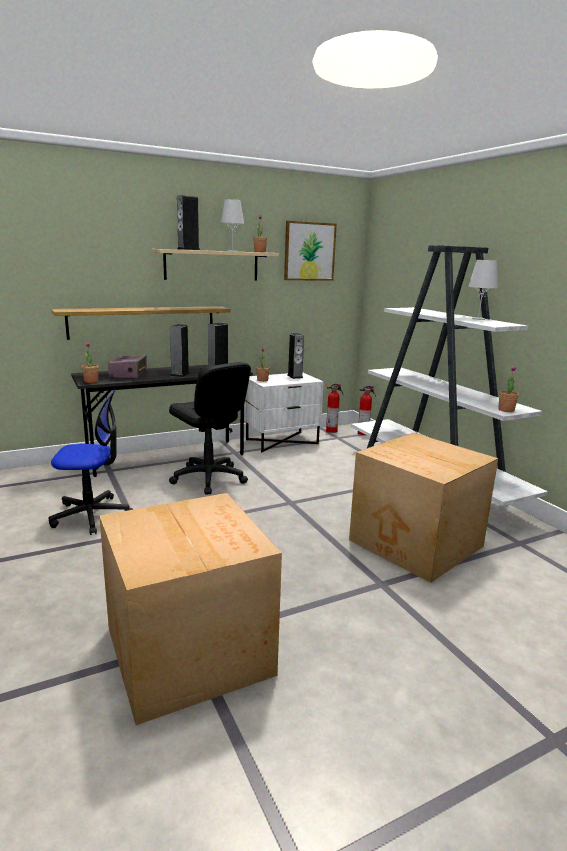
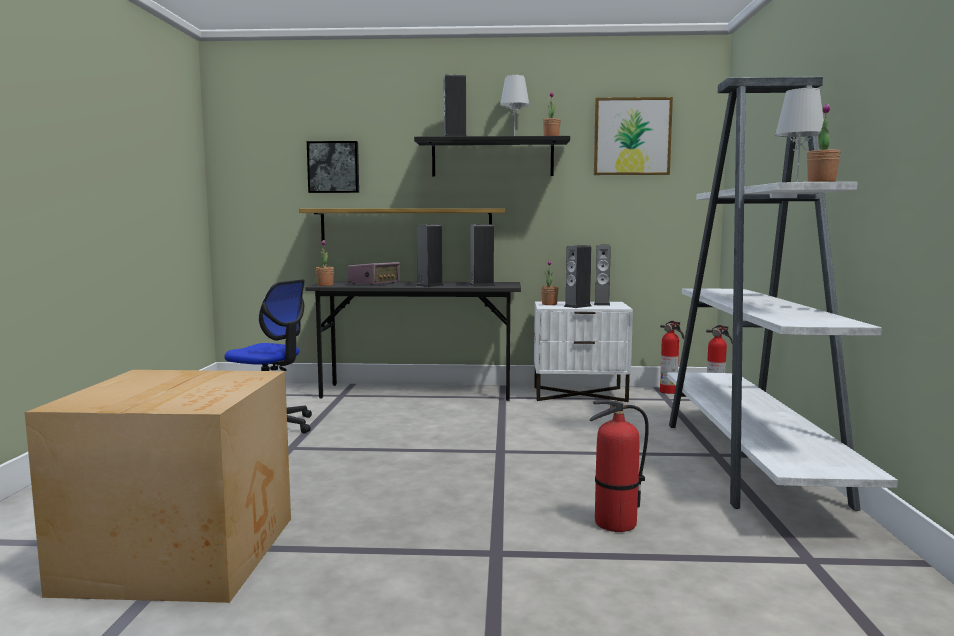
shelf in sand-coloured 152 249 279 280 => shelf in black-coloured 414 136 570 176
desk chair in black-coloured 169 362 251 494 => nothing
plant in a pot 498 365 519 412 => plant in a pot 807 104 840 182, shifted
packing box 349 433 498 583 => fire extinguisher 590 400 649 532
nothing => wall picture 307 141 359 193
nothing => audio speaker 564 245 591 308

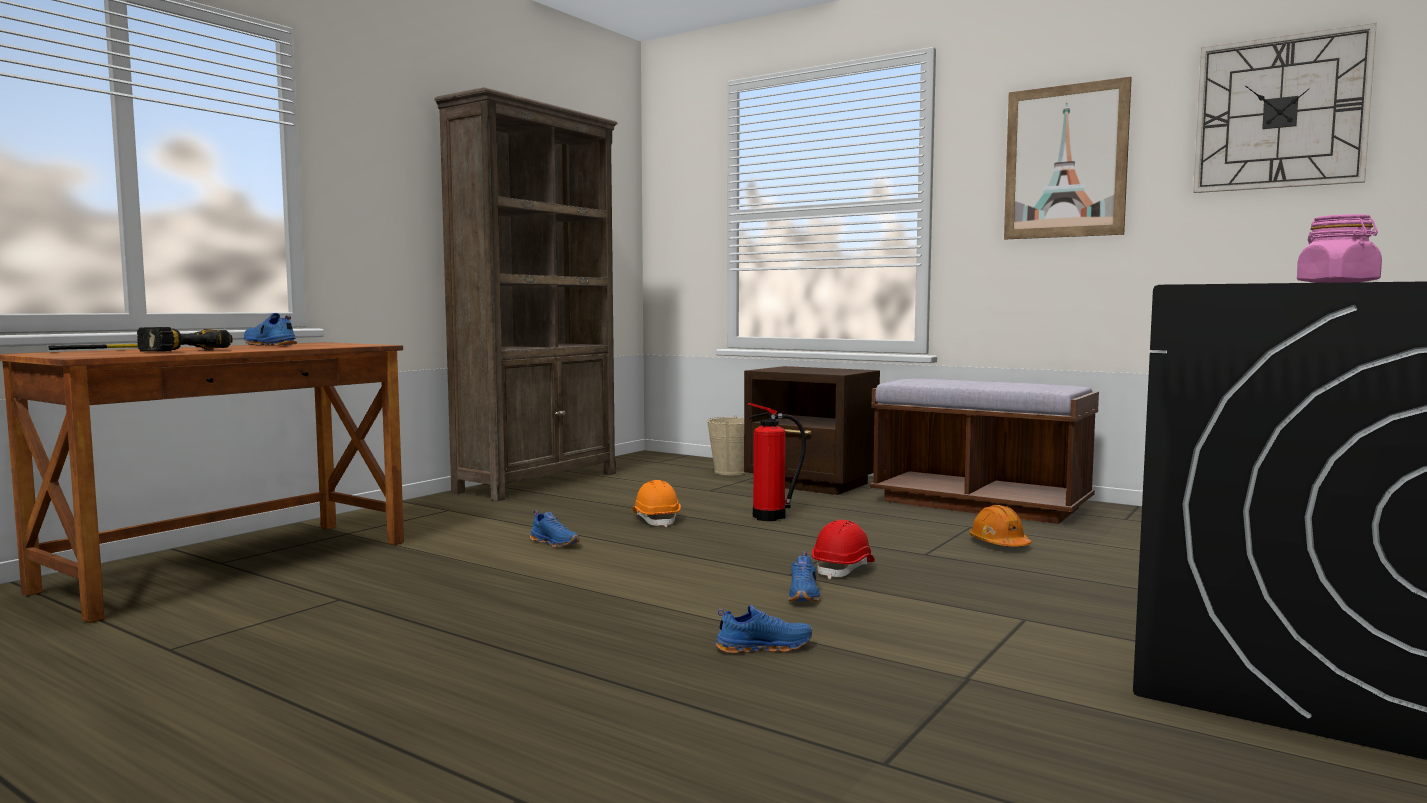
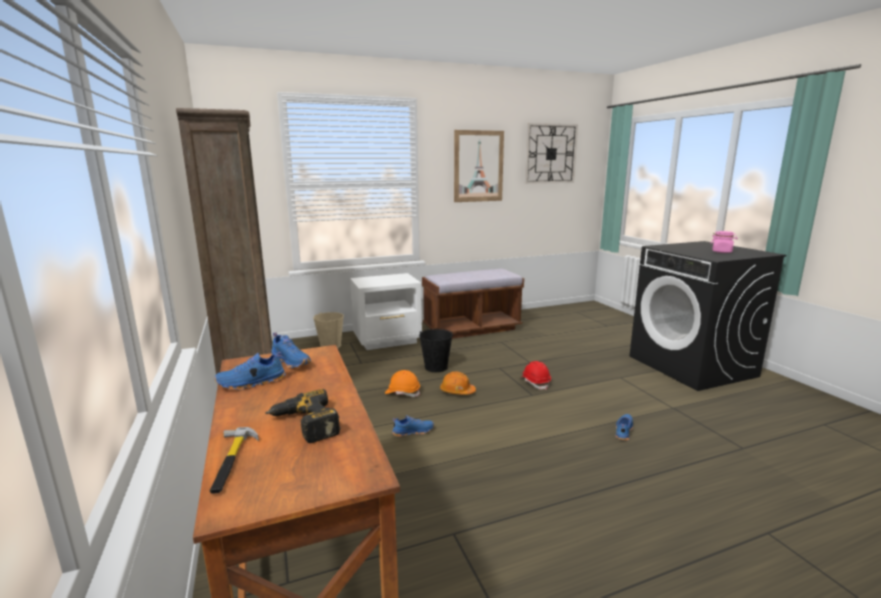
bedside table in brown 744 366 880 495 => bedside table in whitish 350 273 422 350
fire extinguisher 748 403 806 521 => bucket in black-coloured 419 328 453 372
safety helmet in orange 969 505 1032 546 => safety helmet in orange 440 371 476 395, shifted
shoe in bluish 788 552 820 602 => shoe in bluish 271 332 311 369, shifted

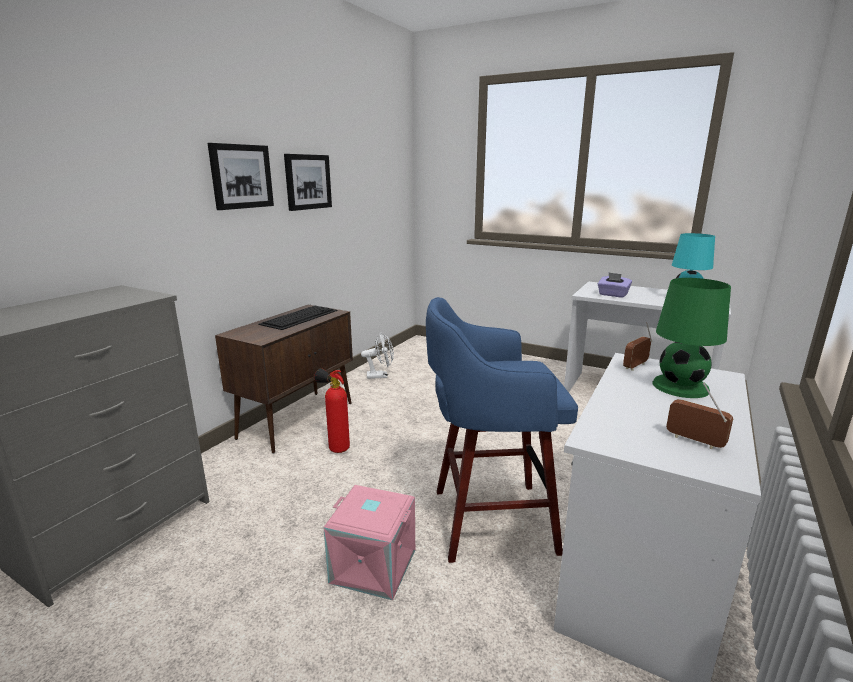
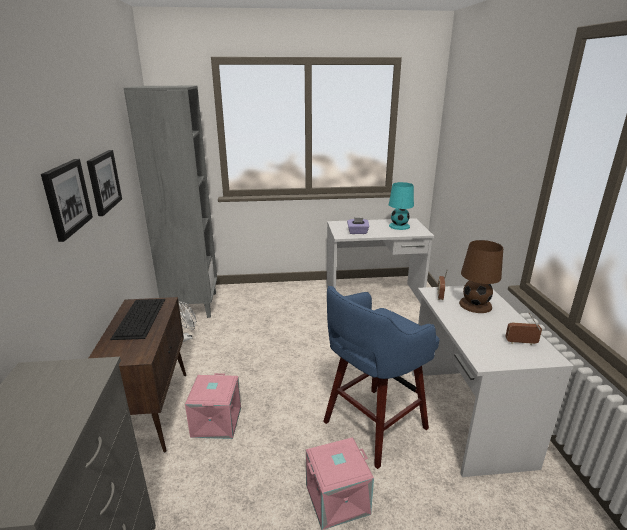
lamp for a table in green 652 278 731 398 => lamp for a table in brown 459 240 503 313
fire extinguisher 314 368 350 453 => storage box in pink-coloured 185 373 241 439
nothing => shelving unit in grey 124 86 217 318

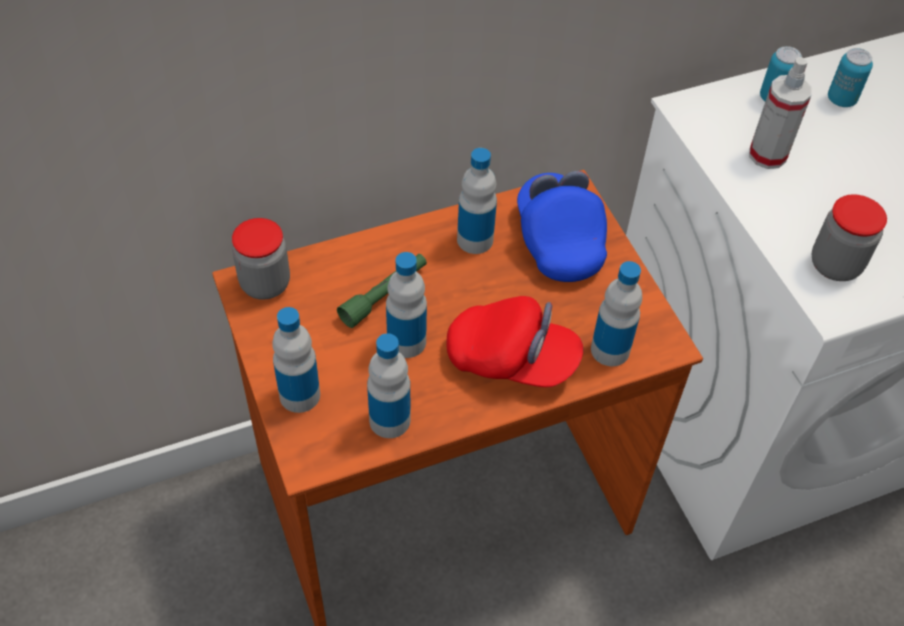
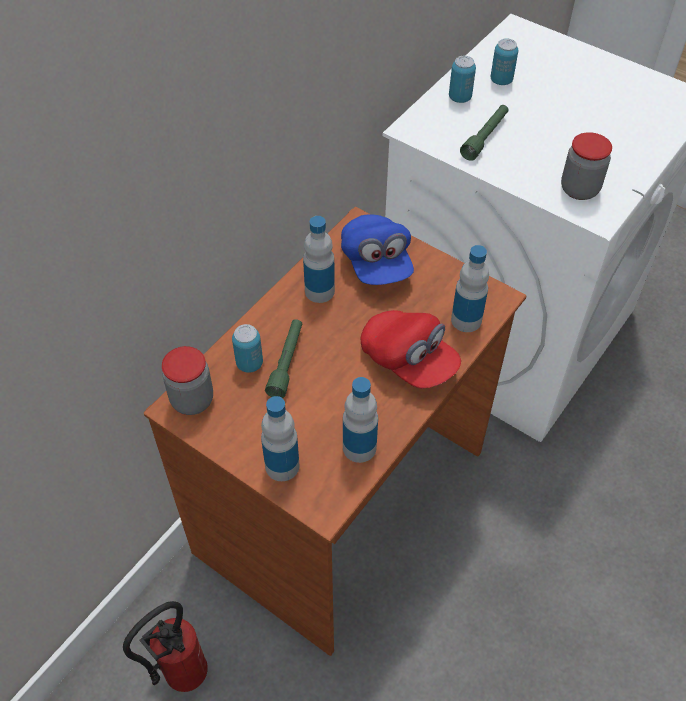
sprayer 749 57 812 169 => hand torch in green 460 105 509 161
baseball cap in bluish 517 171 607 282 => baseball cap in bluish 341 215 414 285, 150 degrees counterclockwise
drink bottle 386 252 427 358 => nothing
baseball cap in red-coloured 446 296 583 387 => baseball cap in red-coloured 361 310 461 388, 60 degrees clockwise
nothing => can 232 324 263 373
nothing => fire extinguisher 123 601 208 692

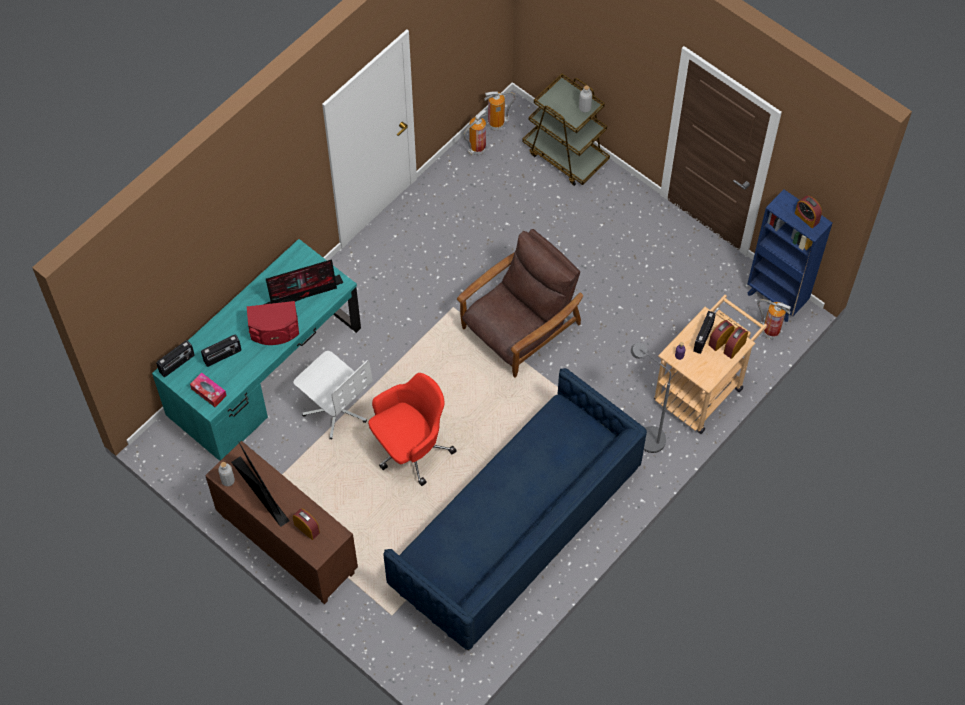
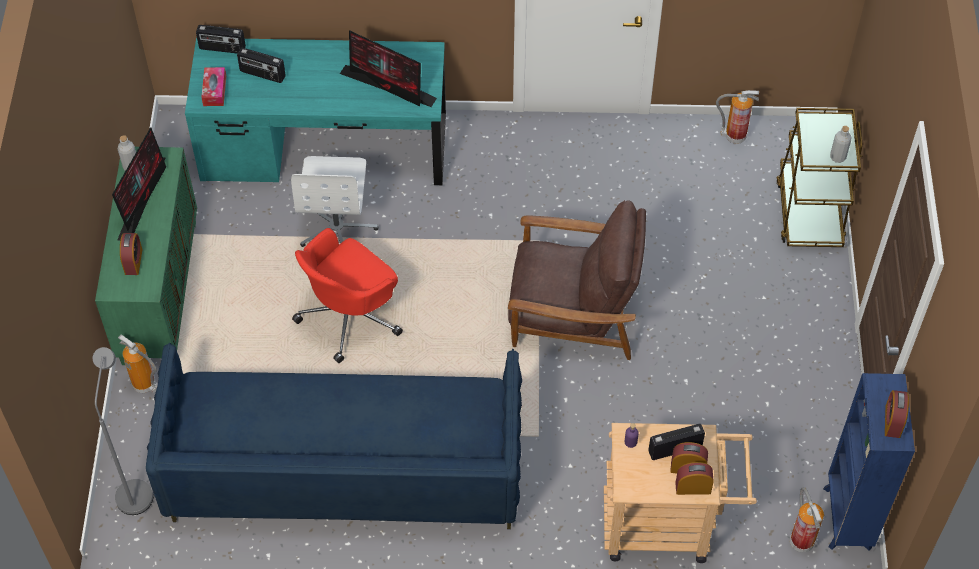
fire extinguisher 484 91 516 130 => fire extinguisher 118 335 158 393, shifted
audio speaker in red-coloured 247 301 299 345 => nothing
standard lamp in grey 631 342 671 453 => standard lamp in grey 93 347 153 515, shifted
desk chair in red-coloured 368 373 457 486 => desk chair in red-coloured 292 228 403 363, 120 degrees clockwise
cabinet in brown 205 441 358 605 => cabinet in green 95 147 197 365

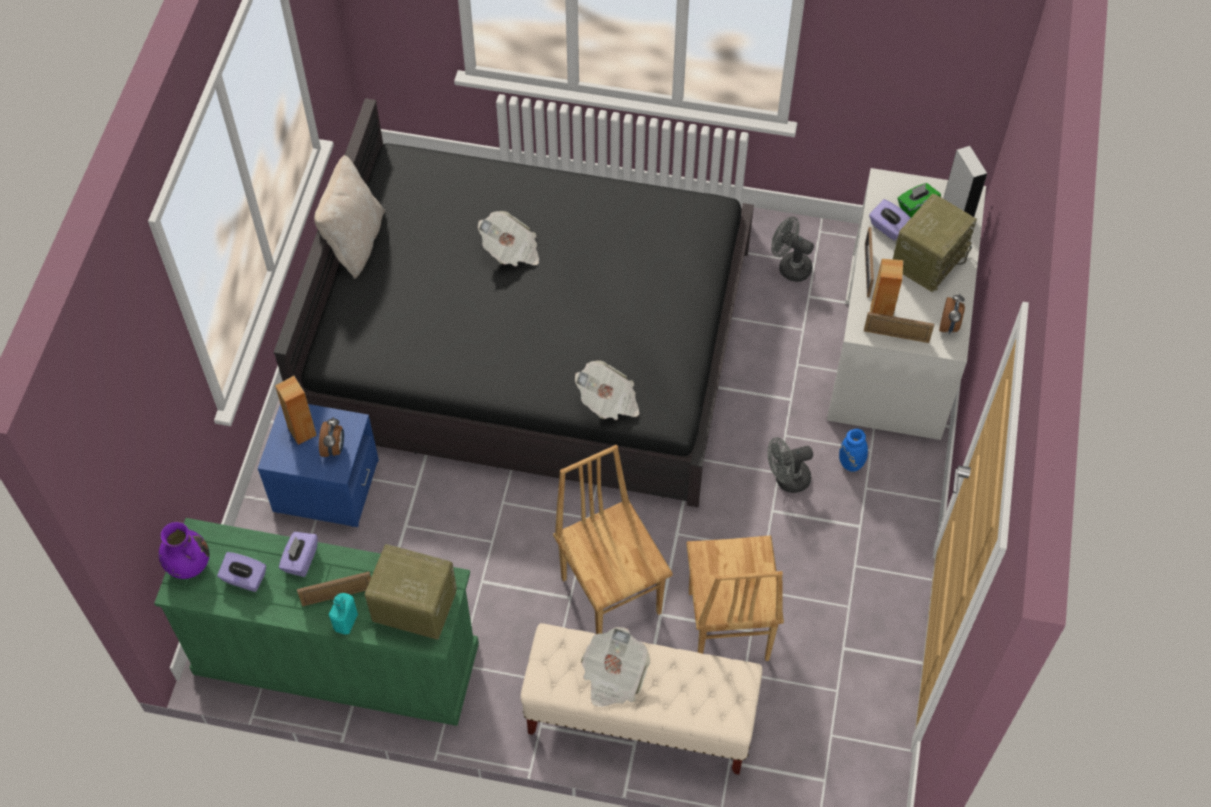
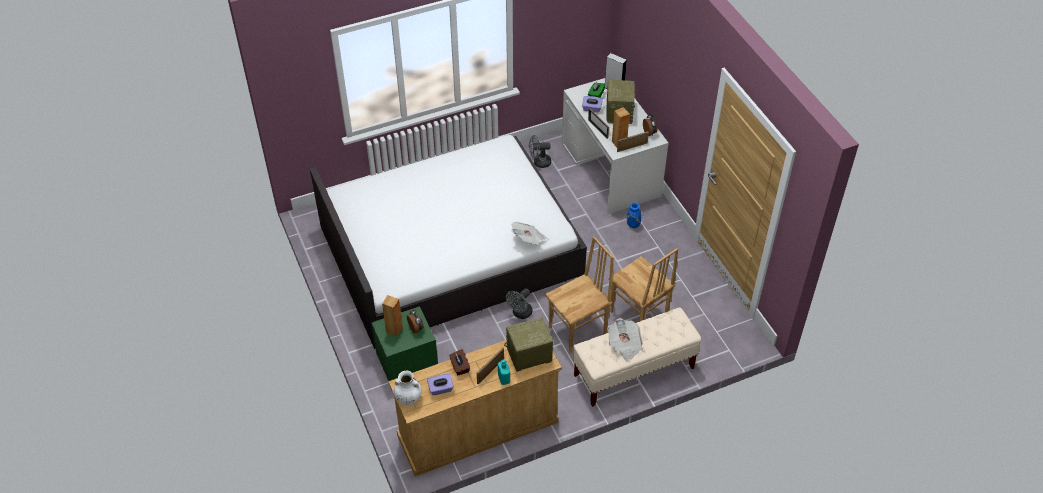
bedroom bed in black-coloured 273 98 754 507 => bedroom bed in whitish 310 135 587 349
throw pillow in sand-coloured 314 155 385 279 => nothing
printed paper 478 211 539 267 => nothing
bedside table in bluish 258 404 379 527 => bedside table in green 371 306 438 381
fan in grey 767 437 813 493 => fan in grey 506 288 532 319, shifted
plain chair in brown 553 445 673 634 => plain chair in brown 545 236 614 353, 120 degrees clockwise
chest of drawers in green 154 518 479 726 => chest of drawers in sand-coloured 388 340 562 477
vase in purple 158 522 209 579 => vase in whitish 394 371 422 405
tissue box in purple 279 532 318 577 => tissue box in brown 449 349 470 375

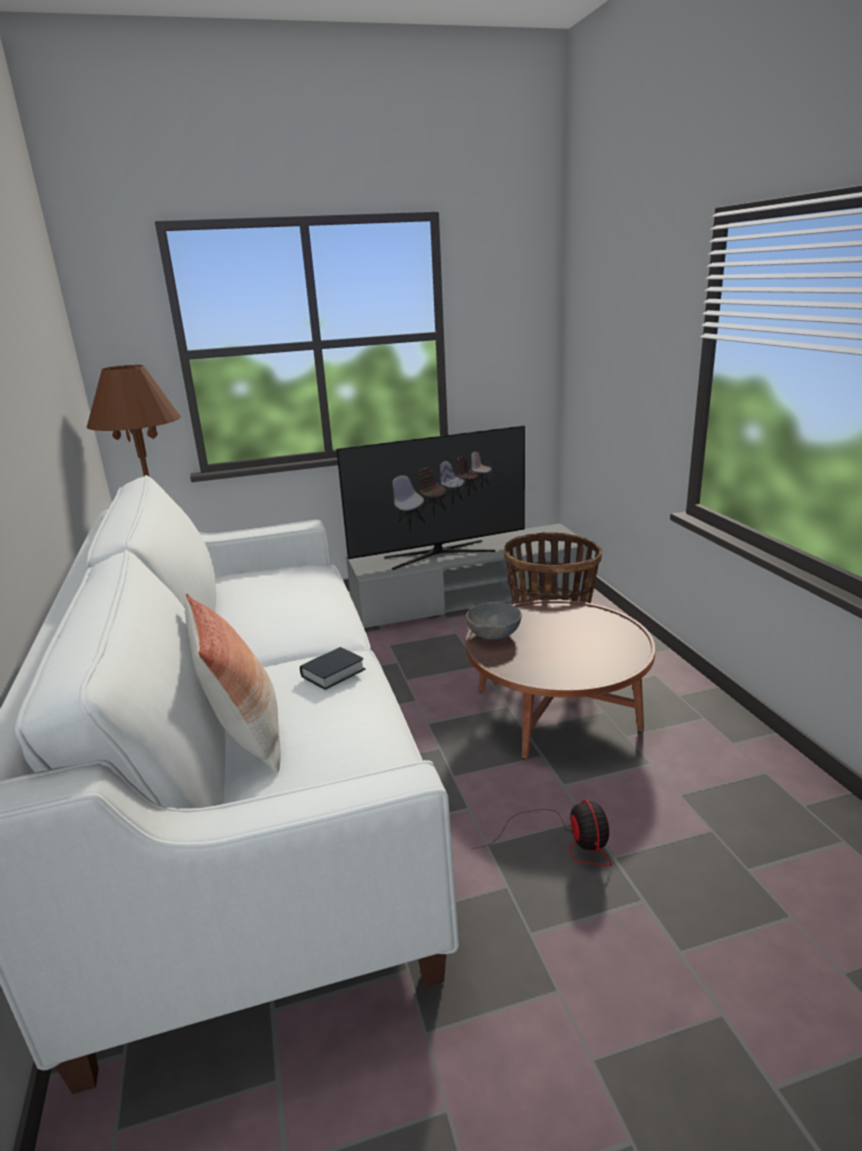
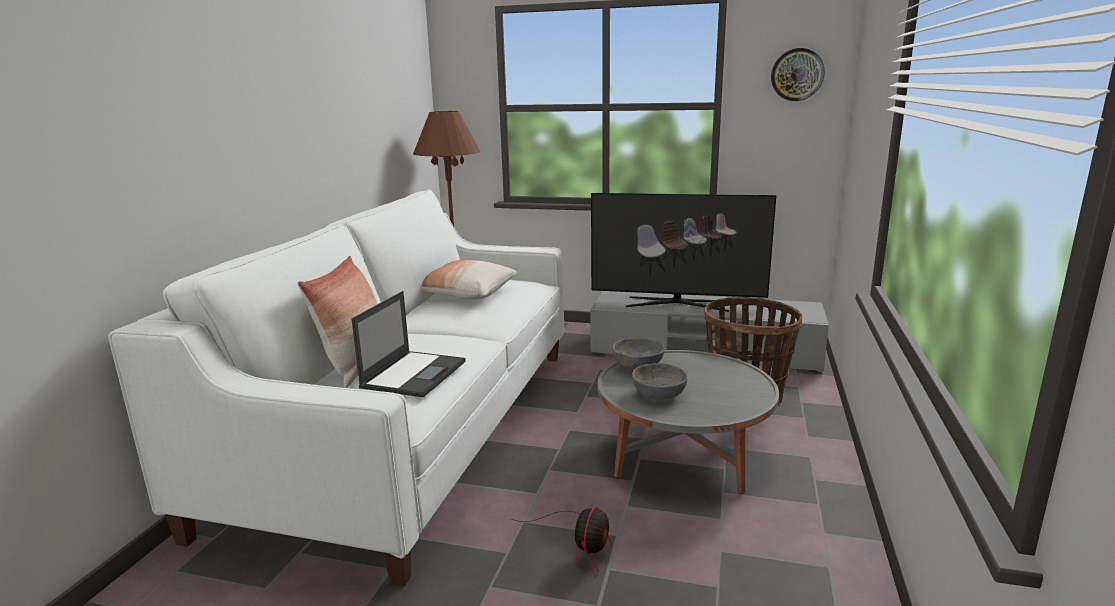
low table in brown 465 600 656 759 => low table in grey 598 350 779 494
volume 300 647 365 690 => nothing
nothing => wall clock 771 48 825 101
nothing => throw pillow 422 260 517 299
nothing => laptop 351 291 466 398
nothing => bowl in grey 632 363 687 399

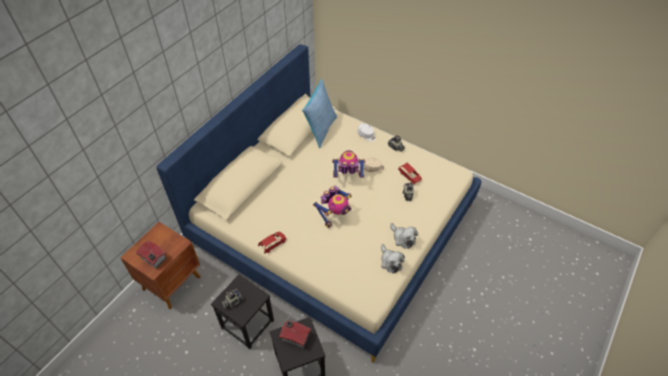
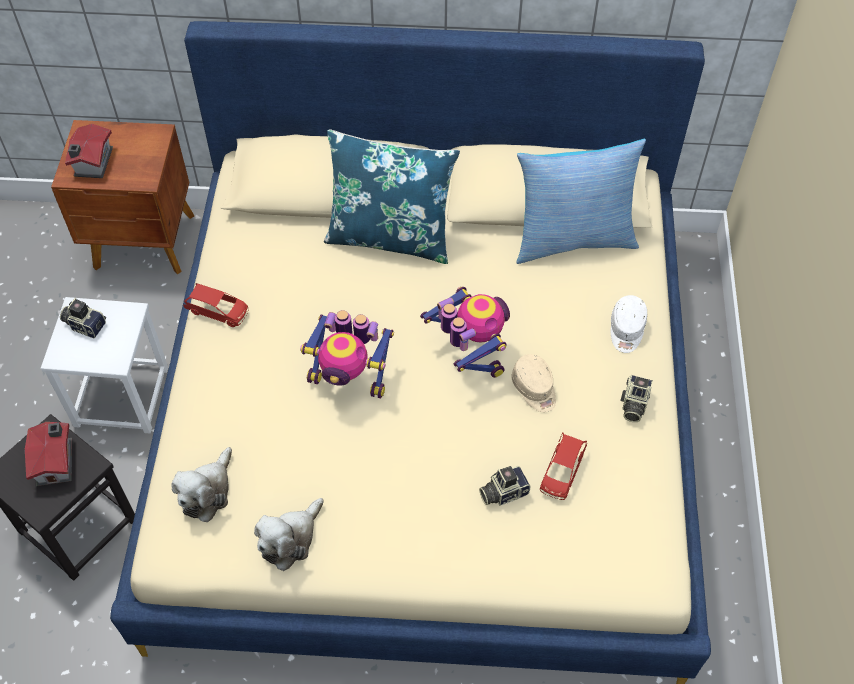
soft toy 390 223 418 249 => soft toy 172 447 232 522, shifted
sitting stool in black-coloured 211 275 274 349 => sitting stool in whitish 41 297 168 433
nothing => throw pillow in bluish 324 129 460 264

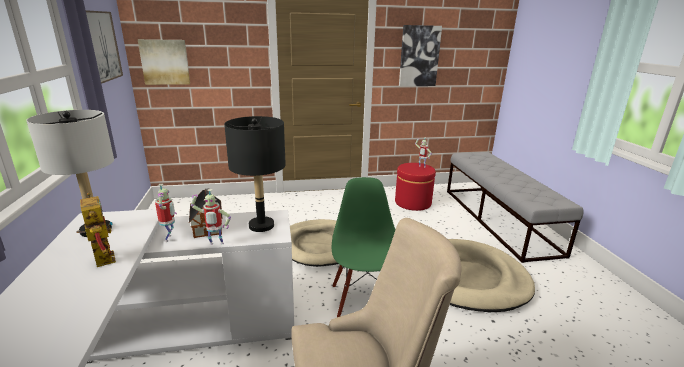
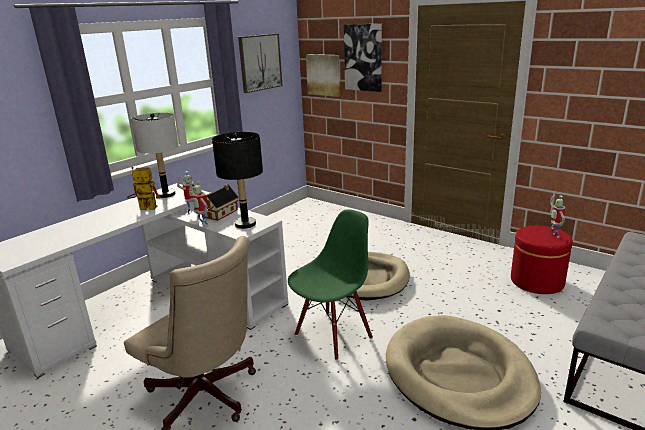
wall picture 399 25 442 86 => wall picture 344 24 382 92, shifted
robot figure 76 193 116 267 => robot figure 127 167 160 210, 105 degrees counterclockwise

